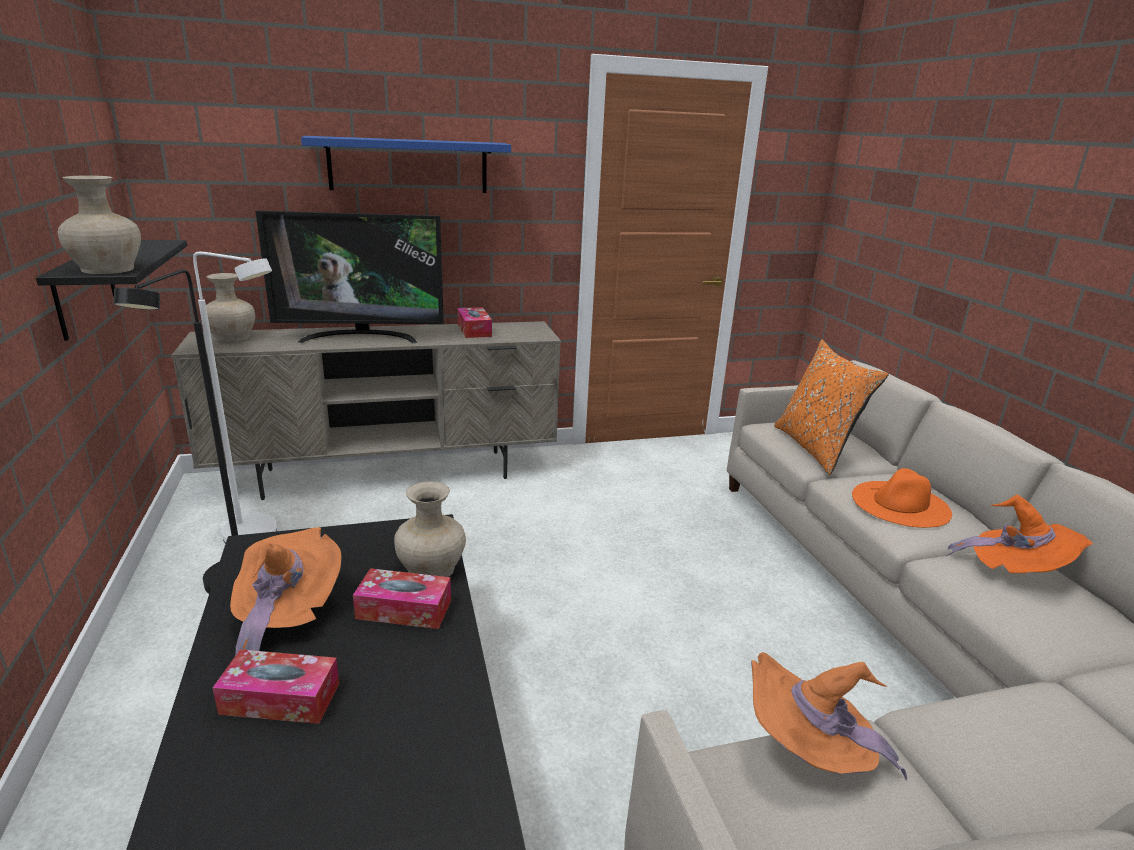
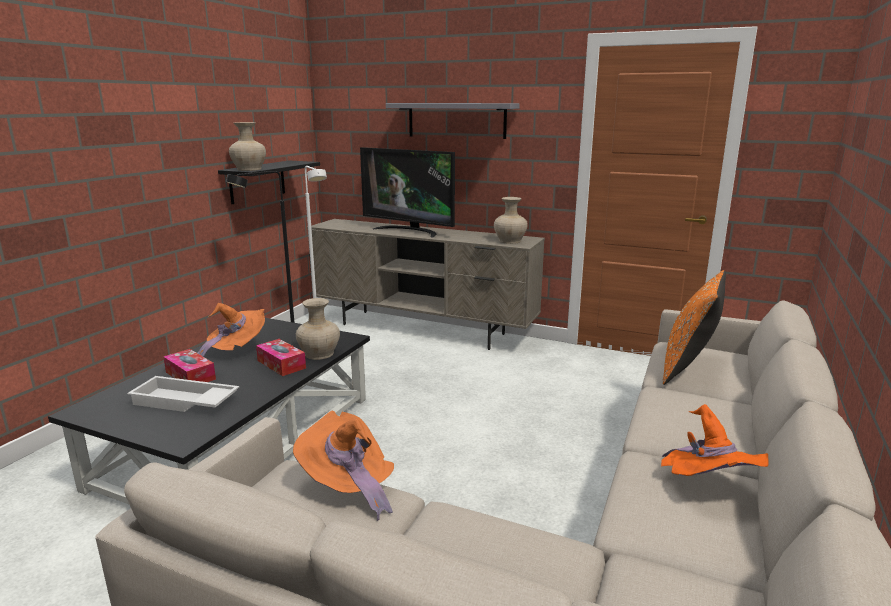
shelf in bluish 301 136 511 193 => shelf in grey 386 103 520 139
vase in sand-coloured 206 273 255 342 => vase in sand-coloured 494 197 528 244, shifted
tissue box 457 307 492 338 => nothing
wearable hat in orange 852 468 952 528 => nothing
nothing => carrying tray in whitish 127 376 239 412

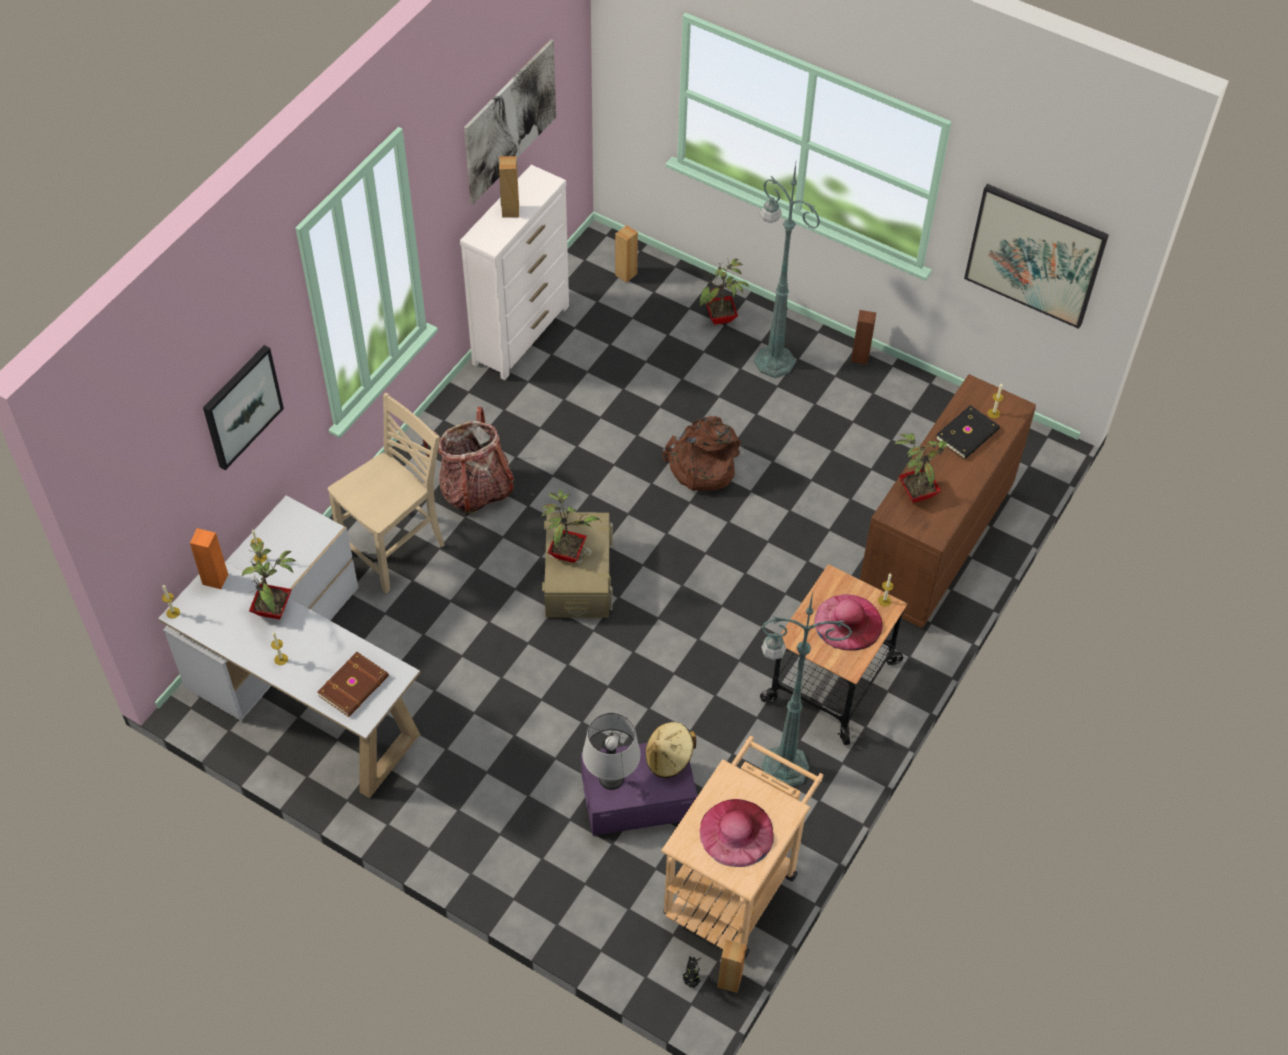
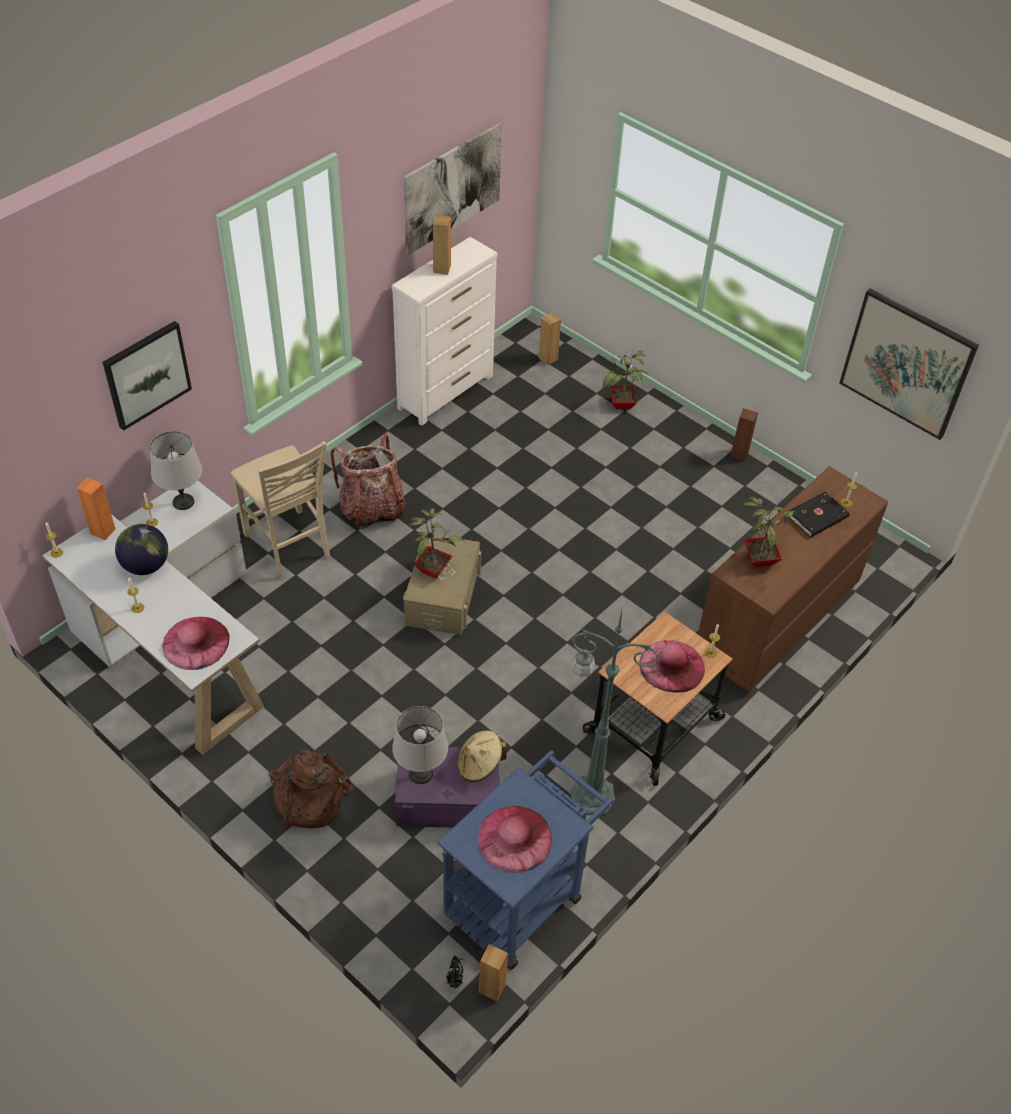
standard lamp in green 753 164 820 378 => nothing
plain chair in sand-coloured 328 393 445 593 => plain chair in sand-coloured 231 441 330 580, 90 degrees clockwise
knapsack in brown 662 416 741 491 => knapsack in brown 268 749 354 828, shifted
plant in a pot 242 542 297 619 => globe 115 524 168 575
volume in brown 317 652 389 717 => wearable hat in pink-coloured 162 617 229 670
trolley in sand-coloured 661 736 824 958 => trolley in bluish 437 750 614 970
nothing => lamp for a table in grey 150 431 202 510

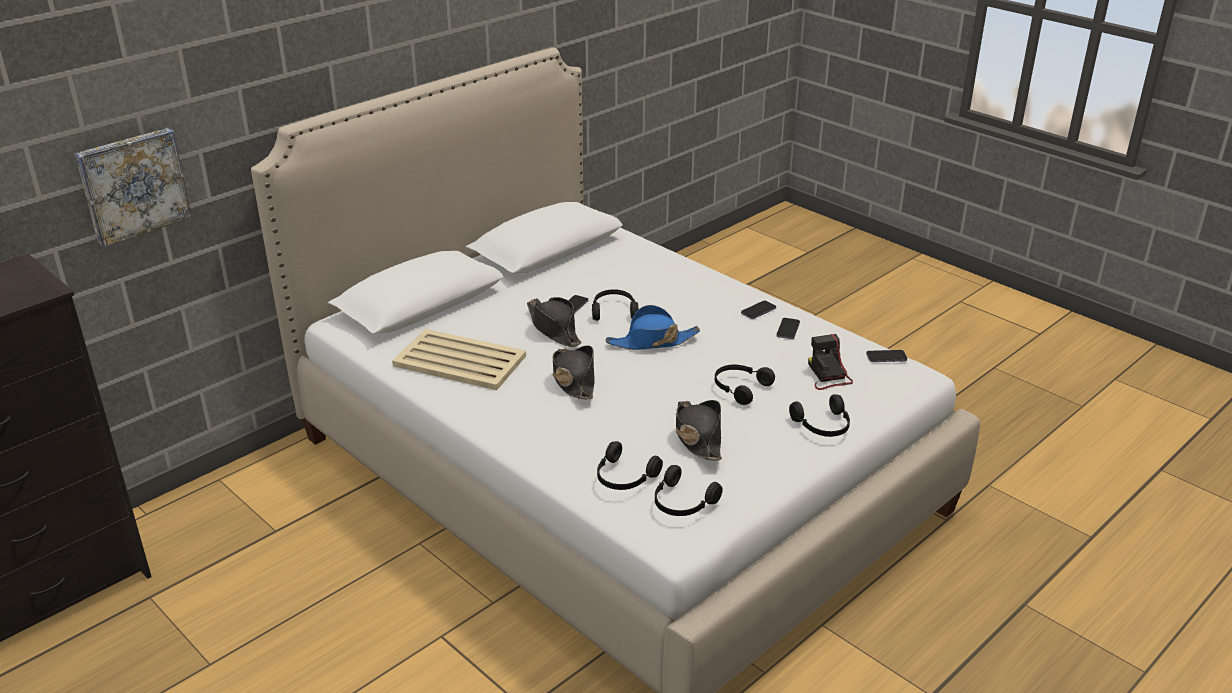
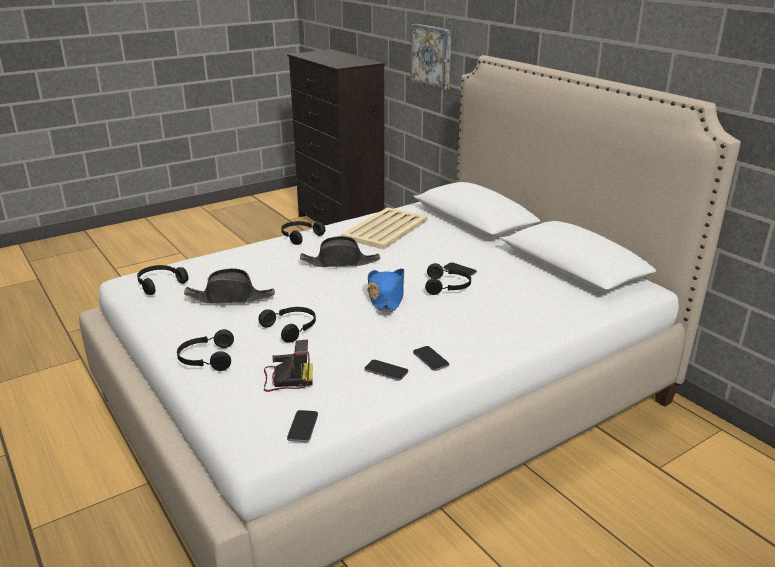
wearable hat in black-coloured 527 297 581 347 => nothing
headphones in black-coloured 597 441 663 490 => headphones in black-coloured 281 221 325 245, shifted

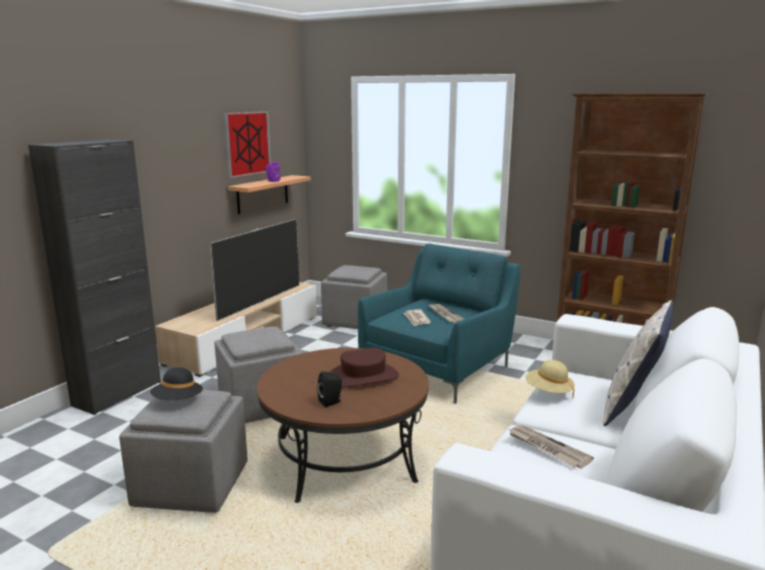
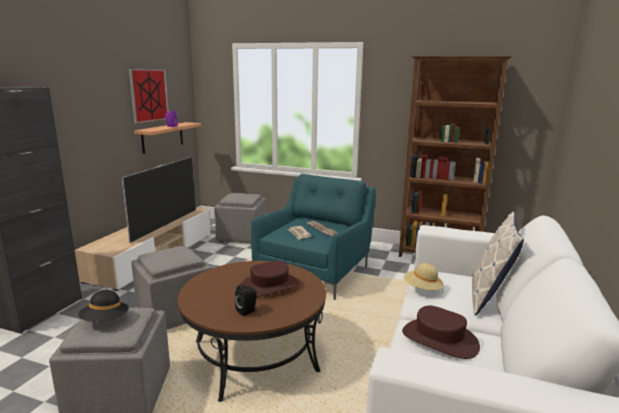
printed paper 508 425 594 468 => wearable hat in brown 402 306 480 359

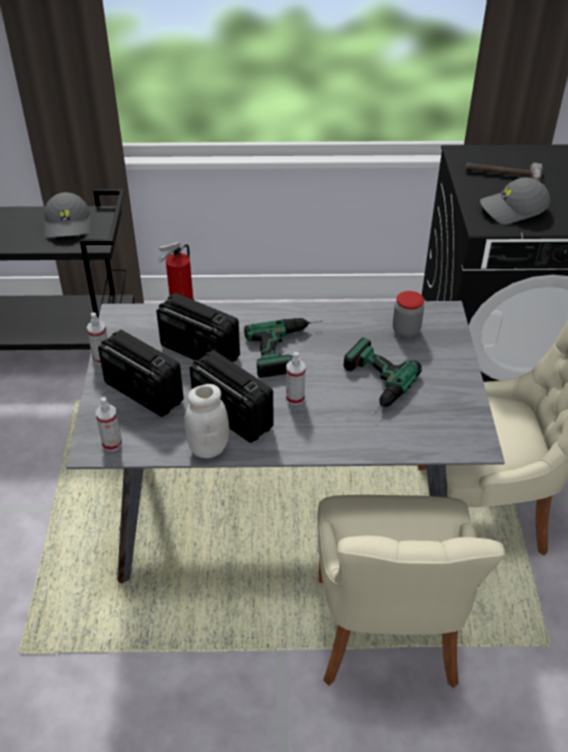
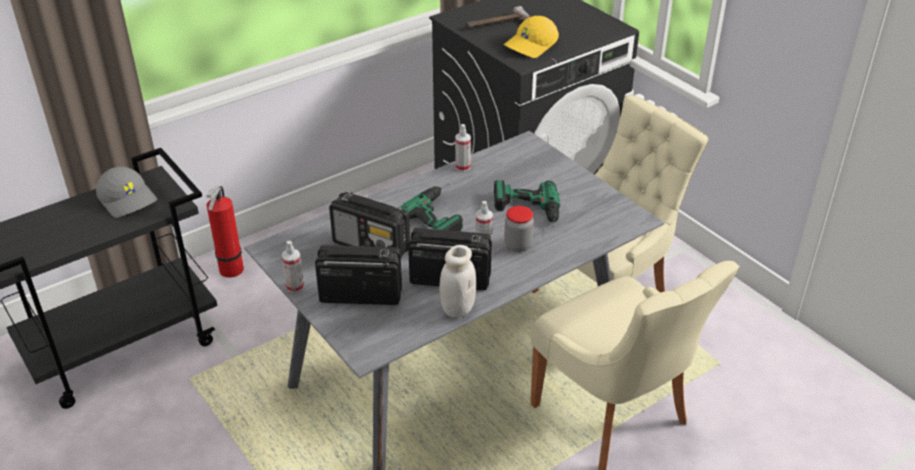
baseball cap in grey 480 177 550 224 => baseball cap in yellow-coloured 504 16 559 58
jar 393 291 424 338 => jar 504 206 534 252, shifted
radio 156 293 240 362 => radio 329 192 410 258, 150 degrees counterclockwise
sprayer 96 397 122 451 => sprayer 455 124 471 172, shifted

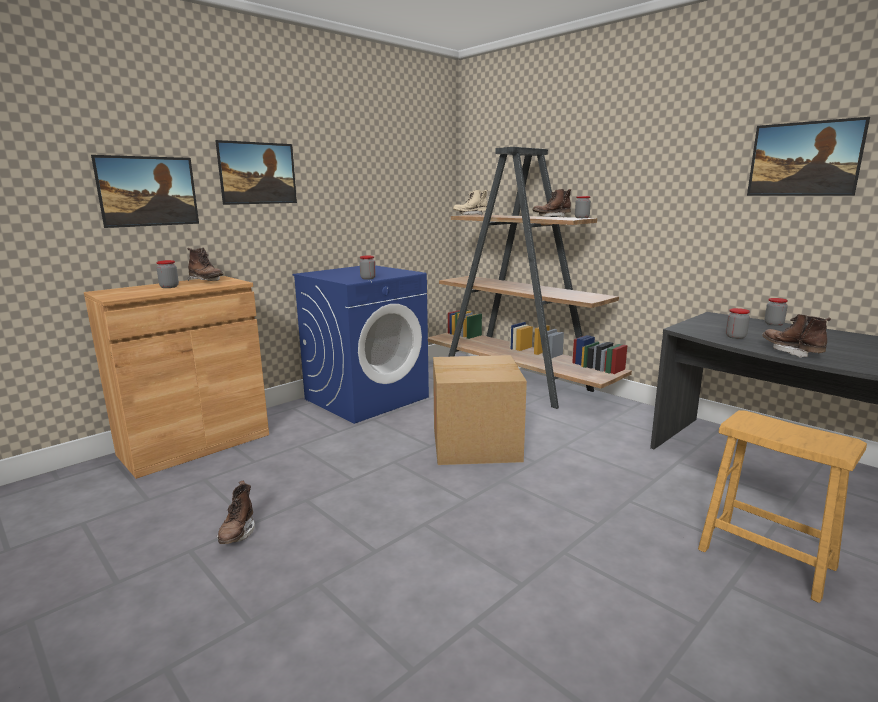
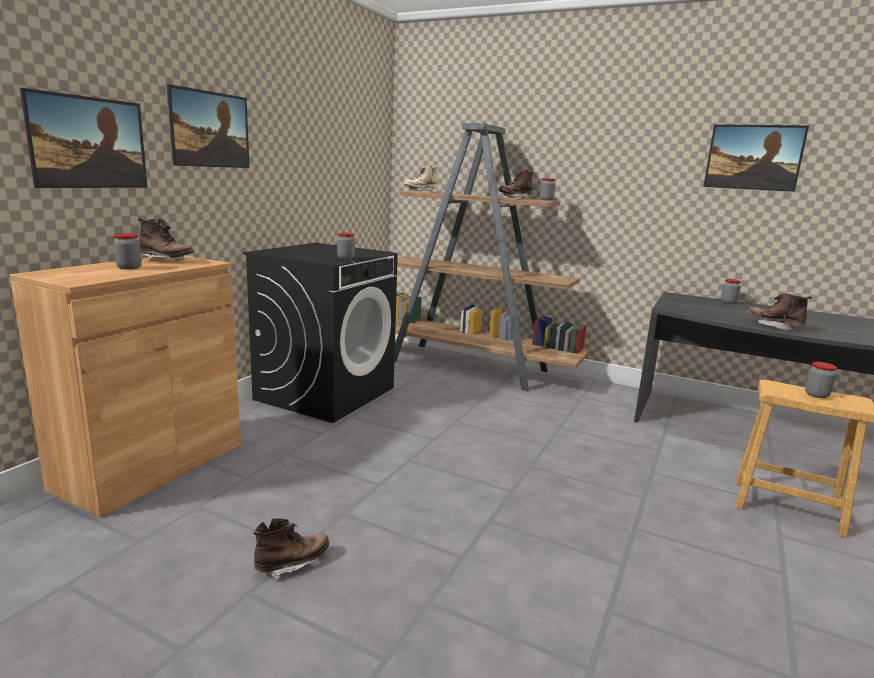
washing machine in bluish 293 265 429 424 => washing machine in black-coloured 243 243 398 423
jar 726 308 750 339 => jar 805 362 837 398, shifted
packing box 433 355 527 465 => nothing
boot in brown 216 481 255 544 => boot in brown 253 518 329 580, 105 degrees counterclockwise

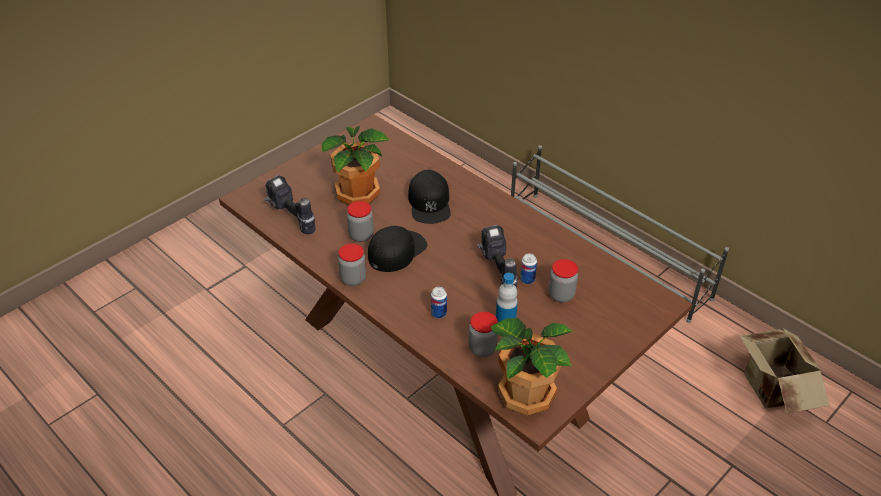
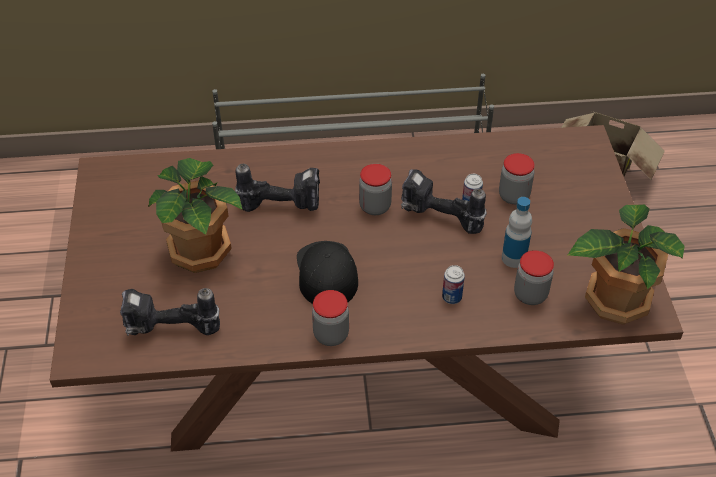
baseball cap in black-coloured 408 170 451 224 => power drill 235 164 320 212
jar 347 201 374 242 => jar 359 164 392 215, shifted

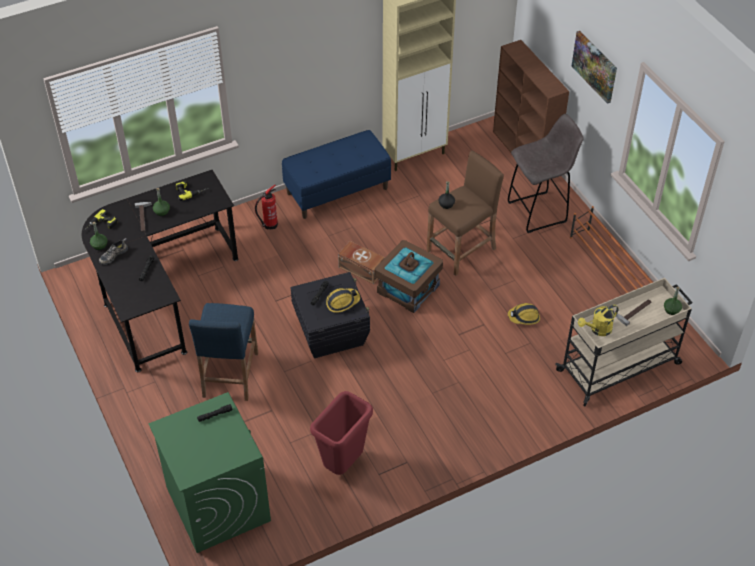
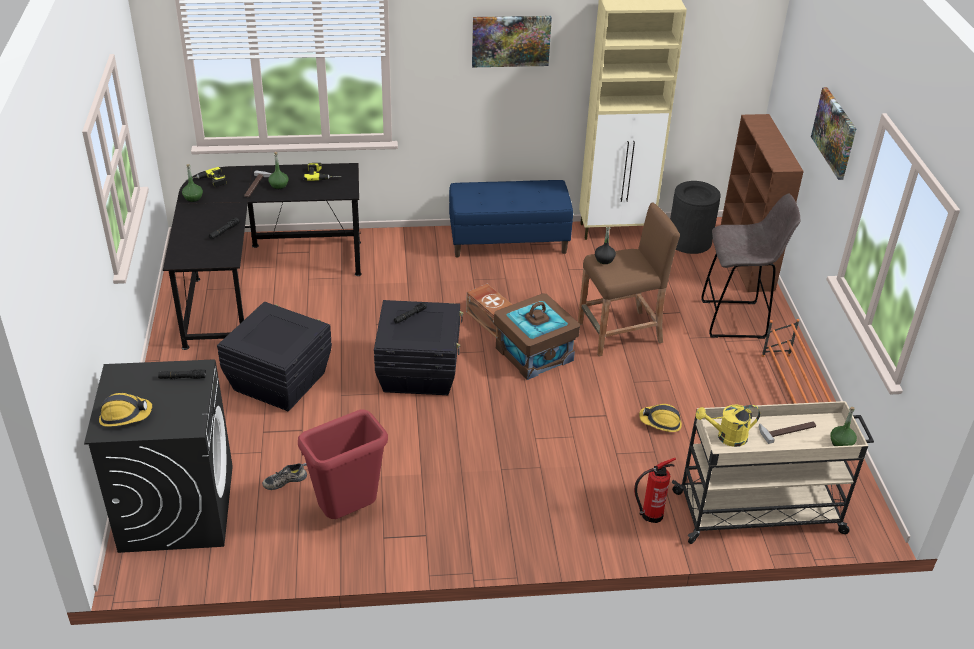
fire extinguisher 255 185 278 229 => fire extinguisher 634 458 676 523, shifted
shoe 99 238 128 265 => shoe 262 463 307 490, shifted
safety helmet 326 288 360 313 => safety helmet 99 393 152 427, shifted
sitting stool in bluish 189 303 258 401 => storage box in black-coloured 217 302 332 411
washing machine in green 148 392 271 553 => washing machine in black-coloured 84 359 233 553
nothing => wall picture 472 16 552 67
nothing => waste bin in black-coloured 670 181 721 254

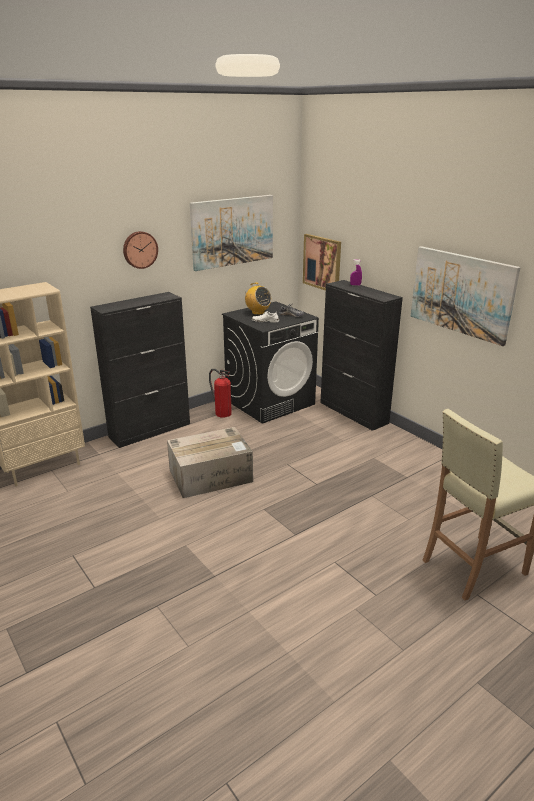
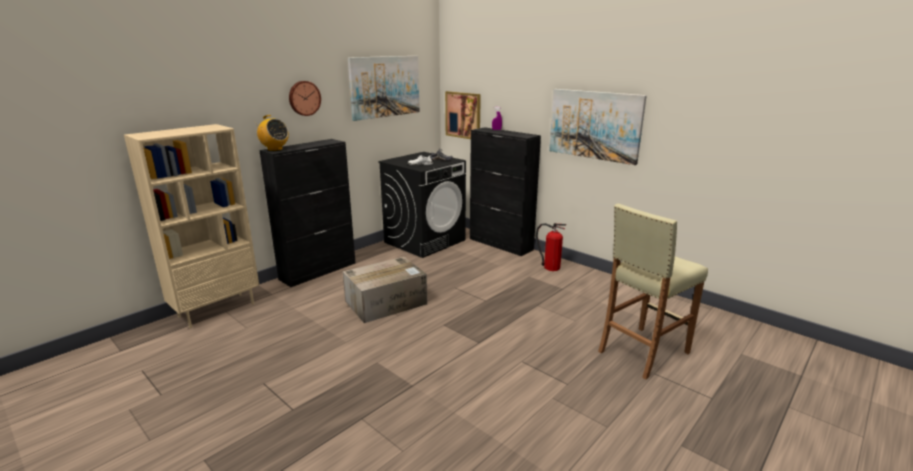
radio 245 282 272 315 => radio 255 115 289 151, shifted
fire extinguisher 209 369 232 418 => fire extinguisher 536 223 566 271, shifted

